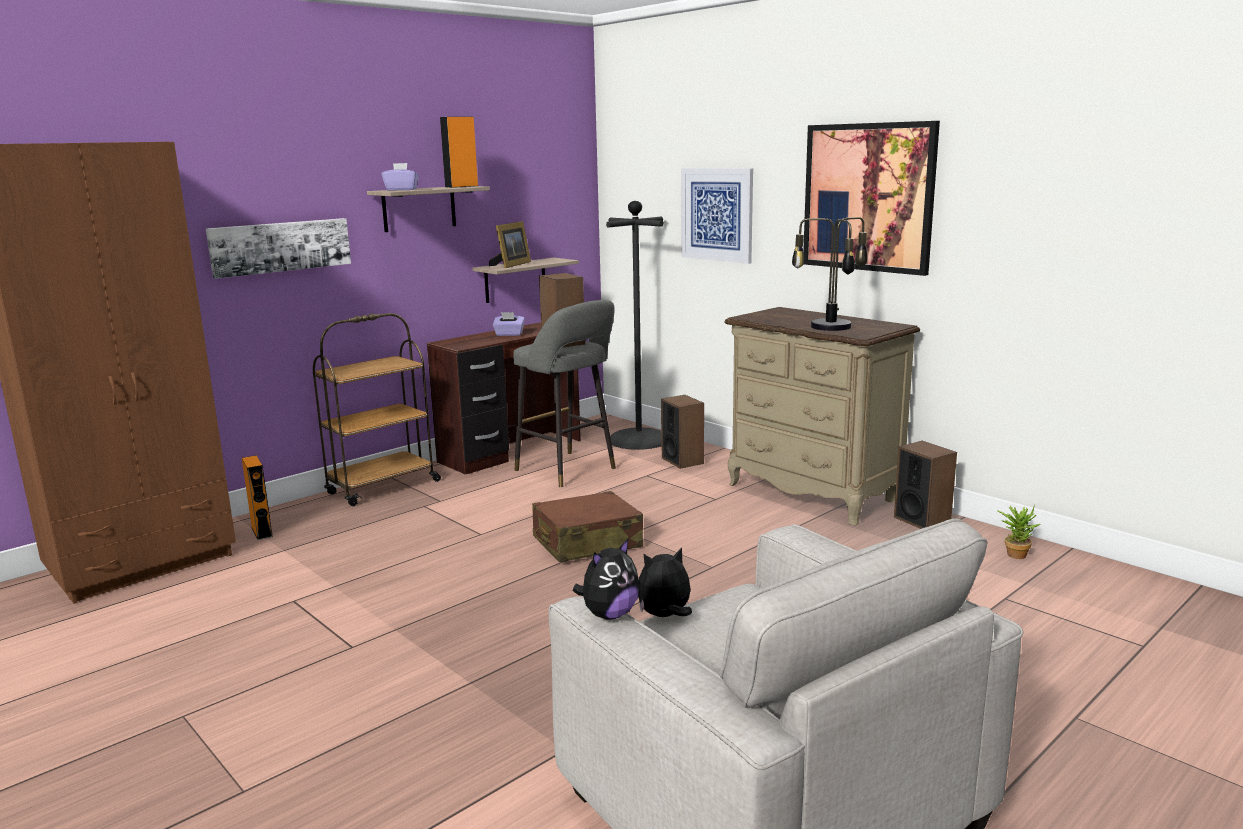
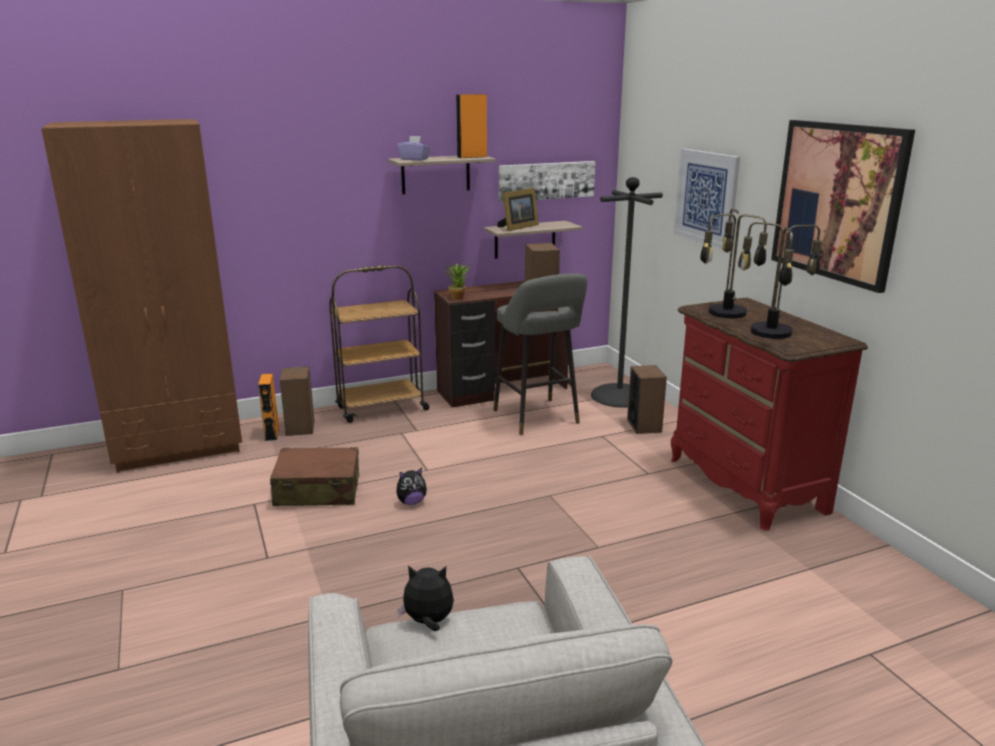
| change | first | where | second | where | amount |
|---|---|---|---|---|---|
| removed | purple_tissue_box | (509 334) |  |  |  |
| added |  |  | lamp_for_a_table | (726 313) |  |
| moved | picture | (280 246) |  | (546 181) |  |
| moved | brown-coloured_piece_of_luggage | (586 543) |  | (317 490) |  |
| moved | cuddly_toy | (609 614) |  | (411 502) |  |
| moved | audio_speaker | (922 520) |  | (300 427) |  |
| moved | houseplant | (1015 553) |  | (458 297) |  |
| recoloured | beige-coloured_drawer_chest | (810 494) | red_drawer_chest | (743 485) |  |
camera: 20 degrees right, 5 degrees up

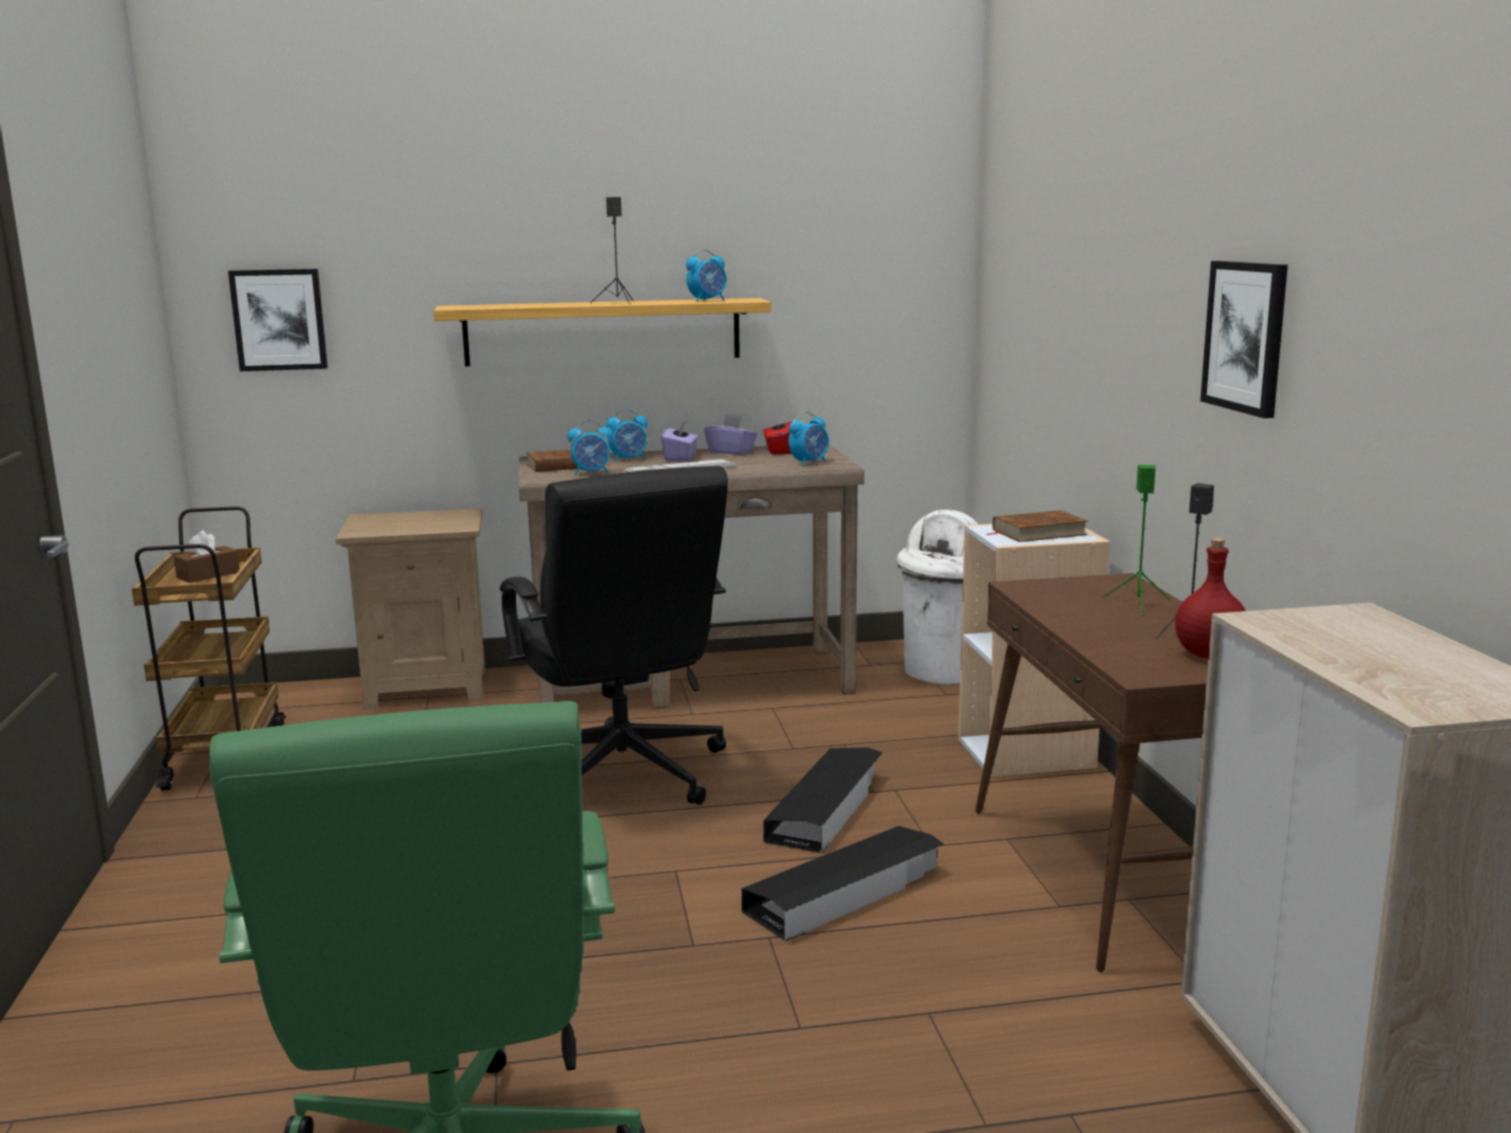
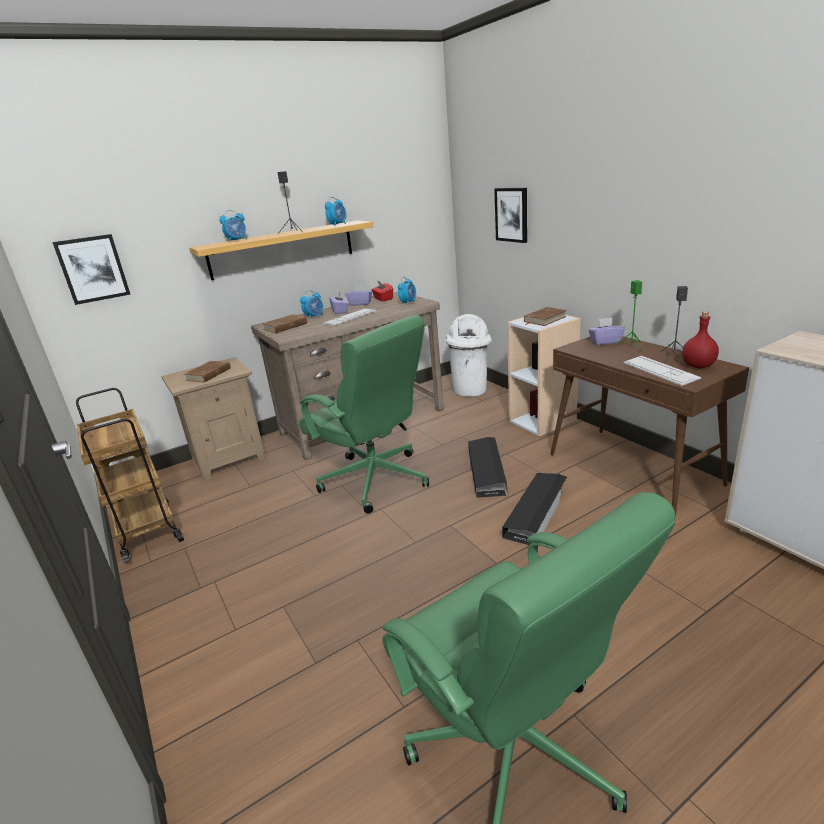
| change | first | where | second | where | amount |
|---|---|---|---|---|---|
| removed | brown-coloured_tissue_box | (208 575) |  |  |  |
| added |  |  | brown-coloured_bound_book | (209 374) |  |
| added |  |  | purple_tissue_box | (605 341) |  |
| added |  |  | PC_keyboard | (660 371) |  |
| moved | alarm_clock | (592 473) |  | (237 240) |  |
| moved | picture | (1246 336) |  | (512 214) |  |
| recoloured | black-coloured_office_chair | (623 772) | green_office_chair | (374 479) |  |
camera: 20 degrees left, 10 degrees up

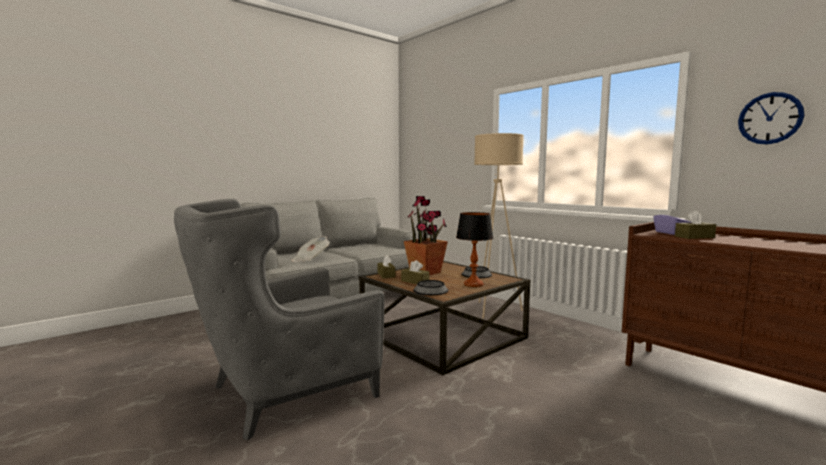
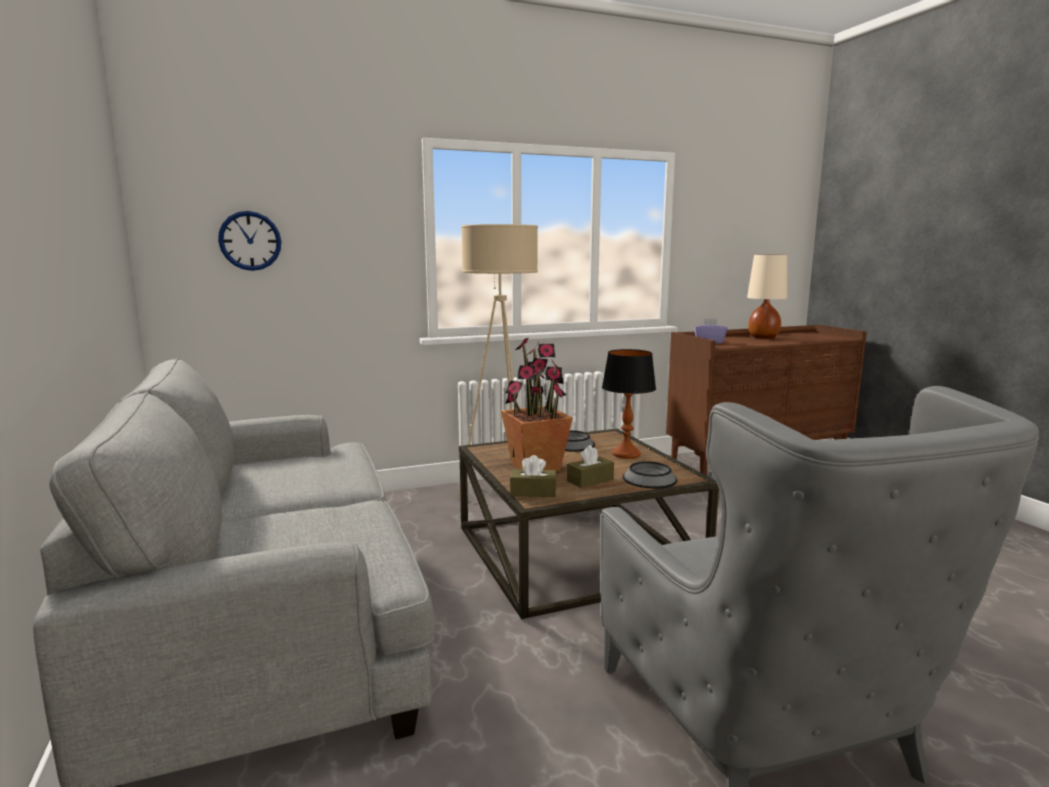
| change | first | where | second | where | amount |
|---|---|---|---|---|---|
| removed | printed_paper | (310 259) |  |  |  |
| removed | brown-coloured_tissue_box | (694 237) |  |  |  |
| added |  |  | beige-coloured_lamp_for_a_table | (763 337) |  |
| moved | wall_clock | (770 118) |  | (250 241) |  |
camera: 70 degrees left, 5 degrees up

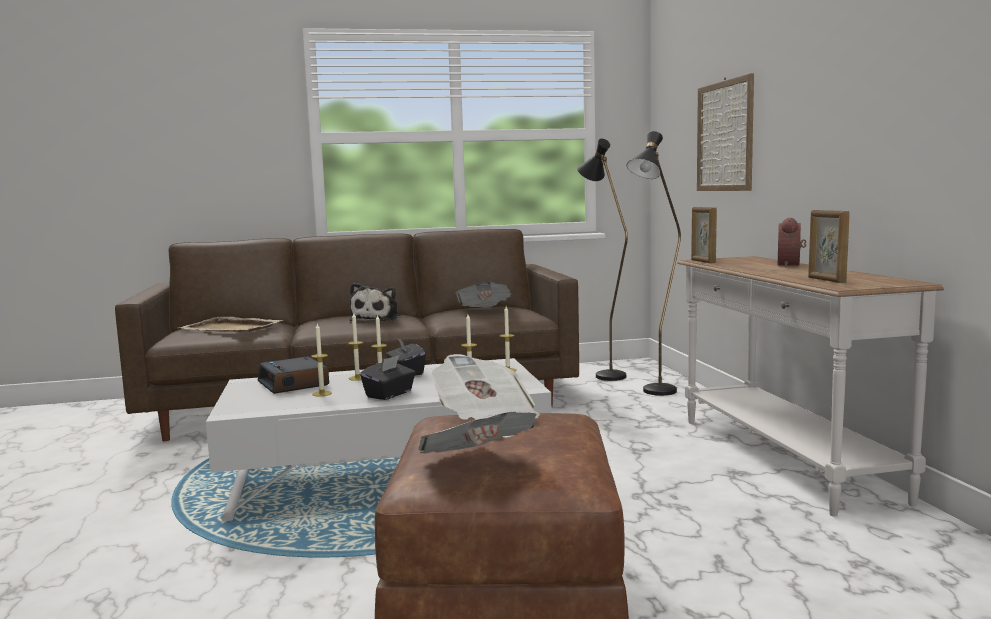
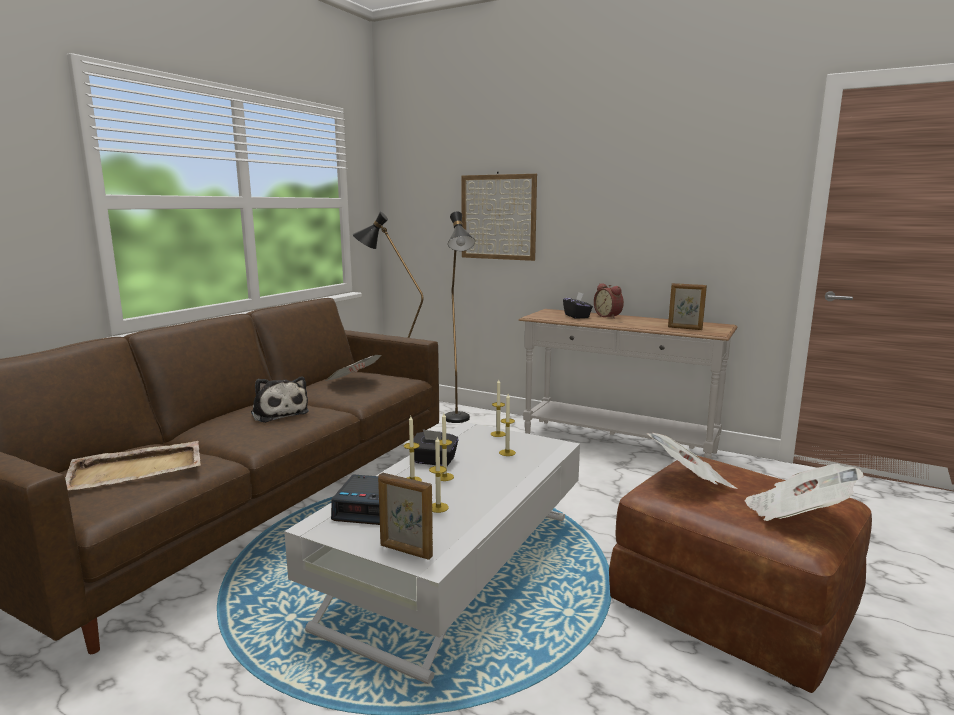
| change | first | where | second | where | amount |
|---|---|---|---|---|---|
| moved | black-coloured_tissue_box | (389 394) |  | (577 316) |  |
| moved | standing_frame | (702 261) |  | (405 551) |  |
camera: 50 degrees left, 5 degrees up

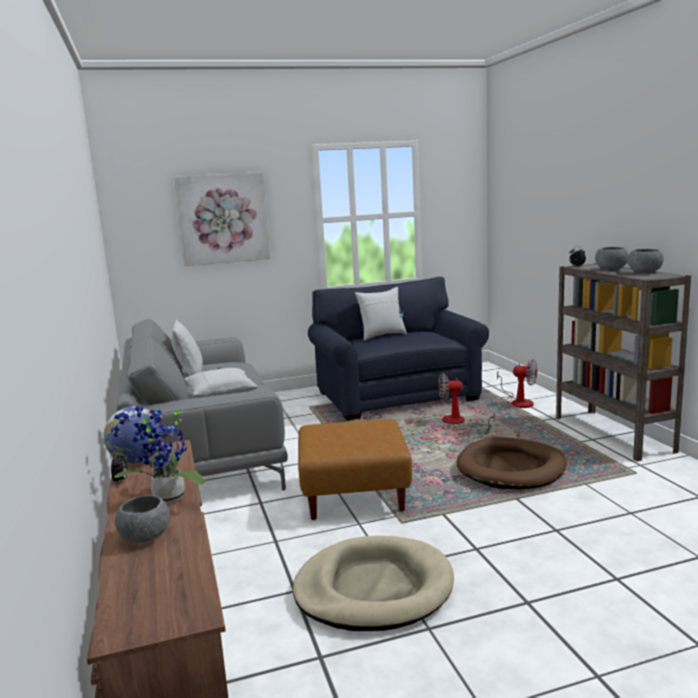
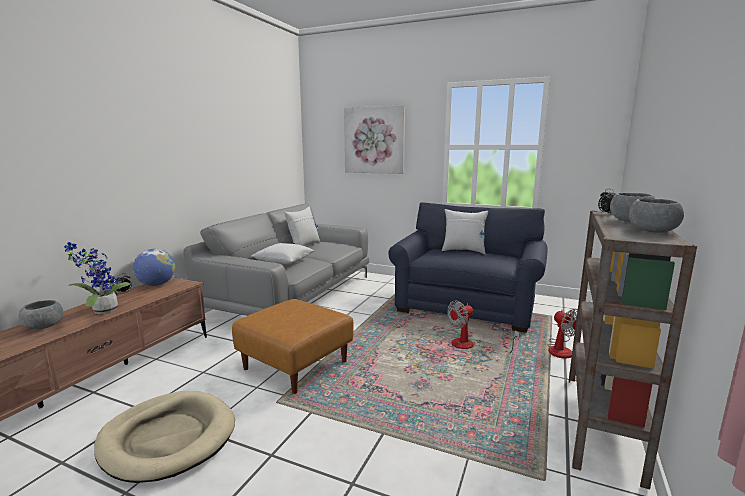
| change | first | where | second | where | amount |
|---|---|---|---|---|---|
| removed | brown-coloured_dog_bed | (511 468) |  |  |  |
| turned | fan | (459 423) |  | (471 346) | 75 degrees counterclockwise |
camera: 40 degrees right, 0 degrees up

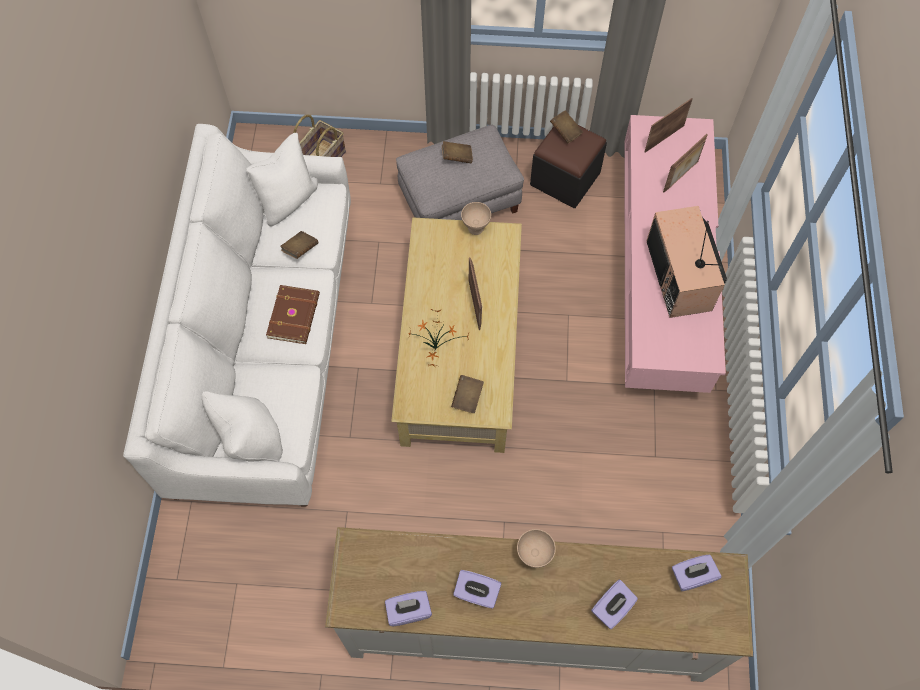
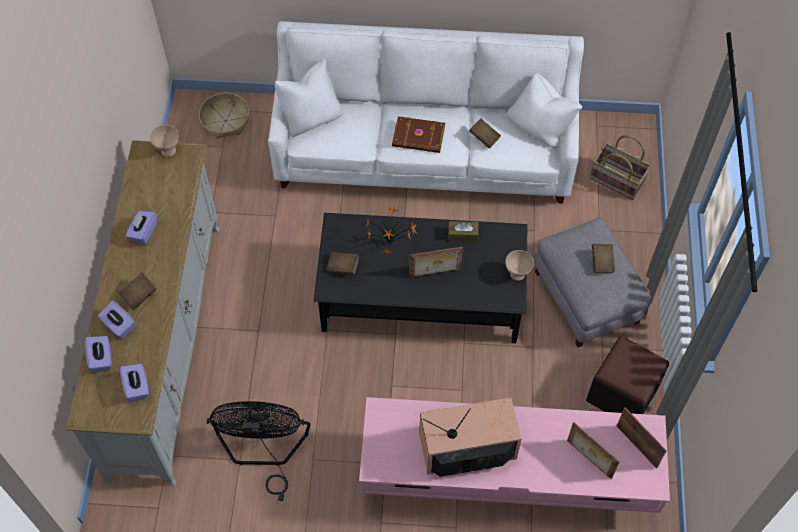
| change | first | where | second | where | amount |
|---|---|---|---|---|---|
| added |  |  | storage_basket | (225 120) |  |
| added |  |  | black-coloured_fan | (264 451) |  |
| added |  |  | brown-coloured_tissue_box | (463 234) |  |
| moved | purple_tissue_box | (408 611) |  | (101 359) |  |
| moved | beige-coloured_serving_bowl | (533 555) |  | (169 150) |  |
| moved | brown-coloured_bound_book | (565 132) |  | (139 295) |  |
| recoloured | beige-coloured_coffee_table | (458 350) | black-coloured_coffee_table | (422 295) |  |
camera: 90 degrees right, 5 degrees down

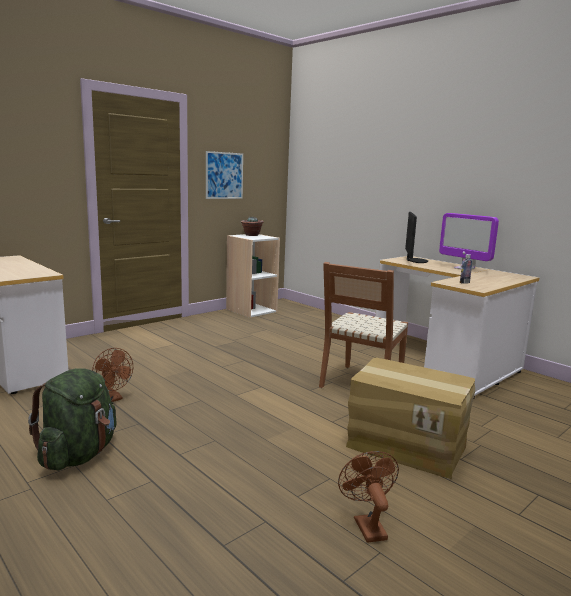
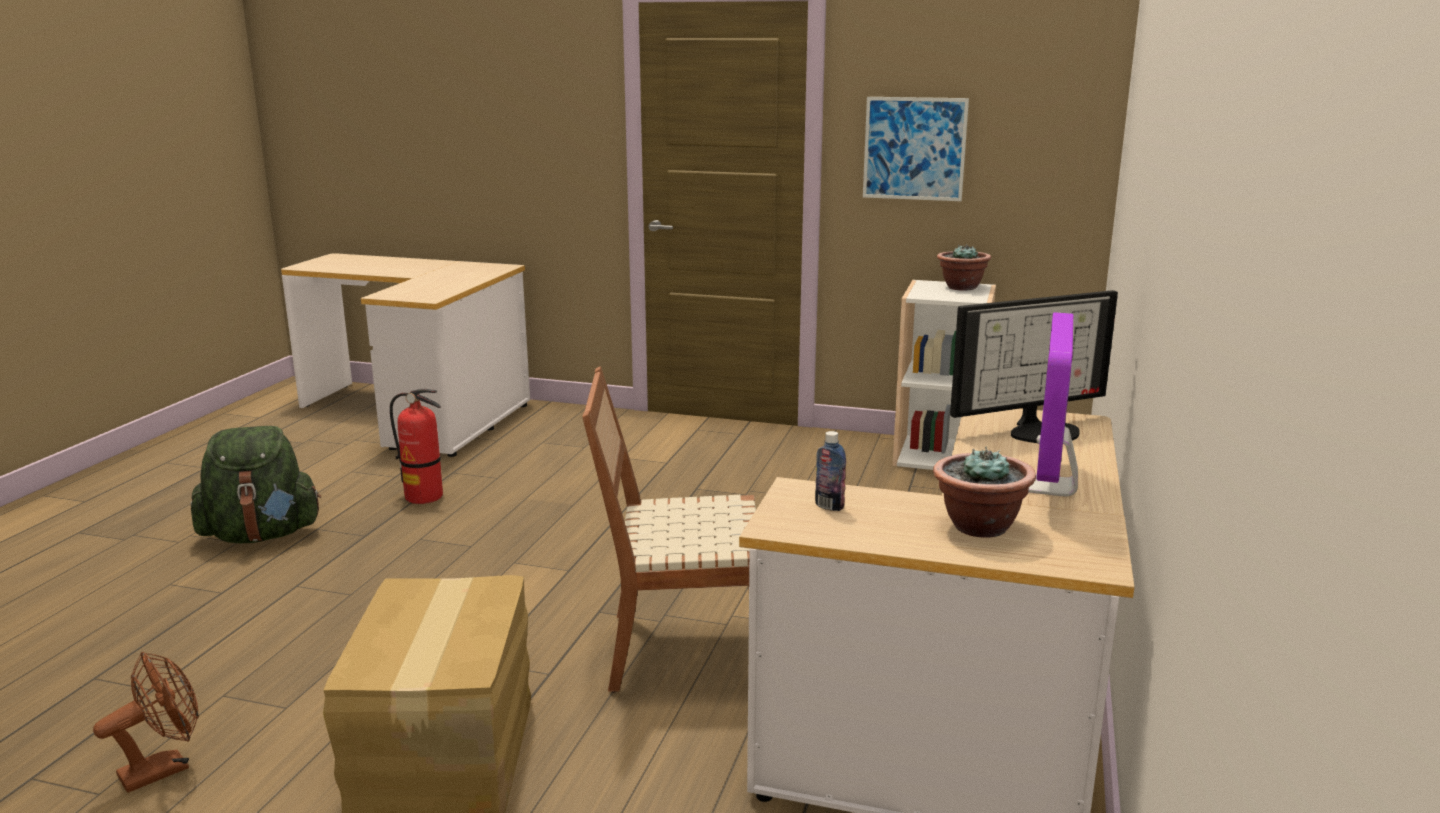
| change | first | where | second | where | amount |
|---|---|---|---|---|---|
| added |  |  | houseplant | (979 526) |  |
| replaced | brown-coloured_fan | (112 398) | fire_extinguisher | (424 497) |  |
camera: 60 degrees right, 5 degrees up

